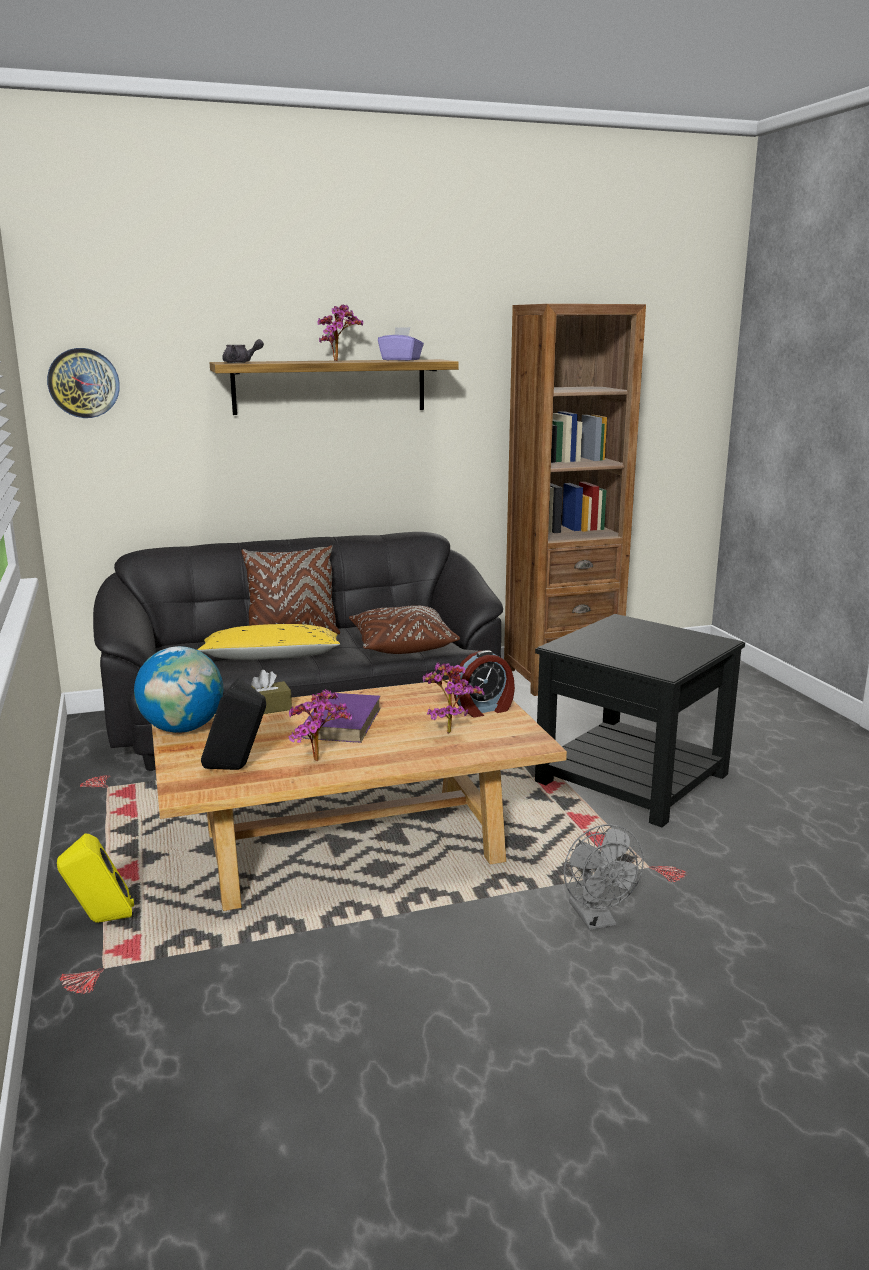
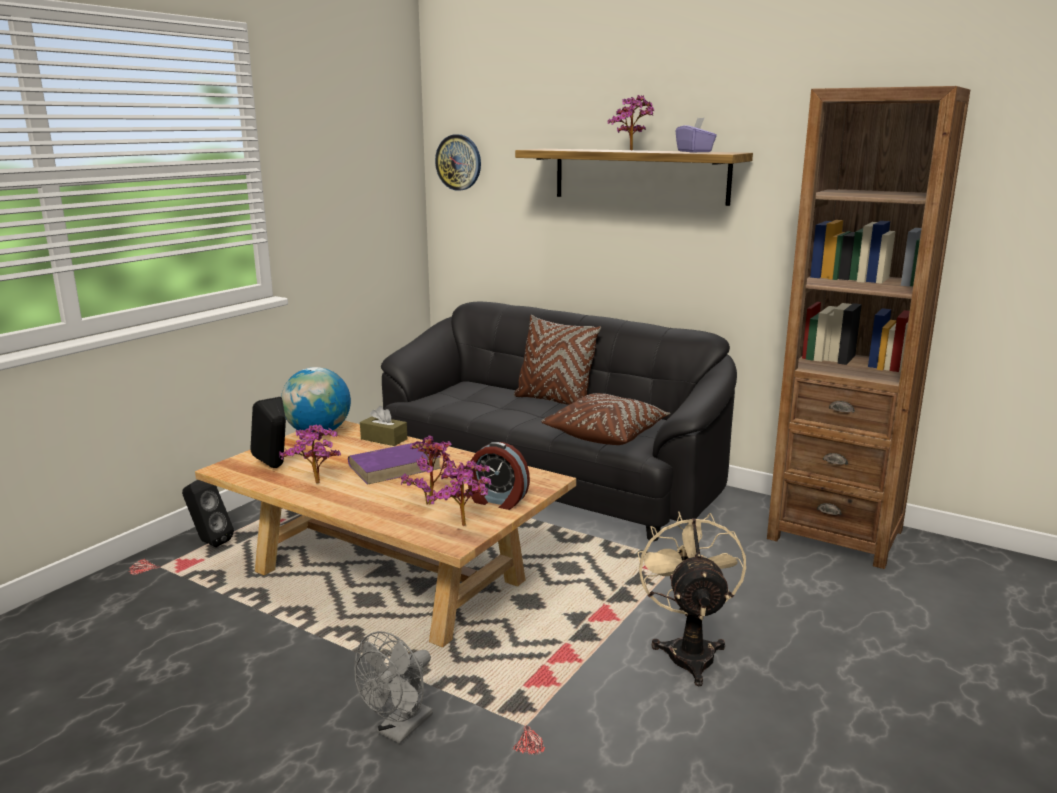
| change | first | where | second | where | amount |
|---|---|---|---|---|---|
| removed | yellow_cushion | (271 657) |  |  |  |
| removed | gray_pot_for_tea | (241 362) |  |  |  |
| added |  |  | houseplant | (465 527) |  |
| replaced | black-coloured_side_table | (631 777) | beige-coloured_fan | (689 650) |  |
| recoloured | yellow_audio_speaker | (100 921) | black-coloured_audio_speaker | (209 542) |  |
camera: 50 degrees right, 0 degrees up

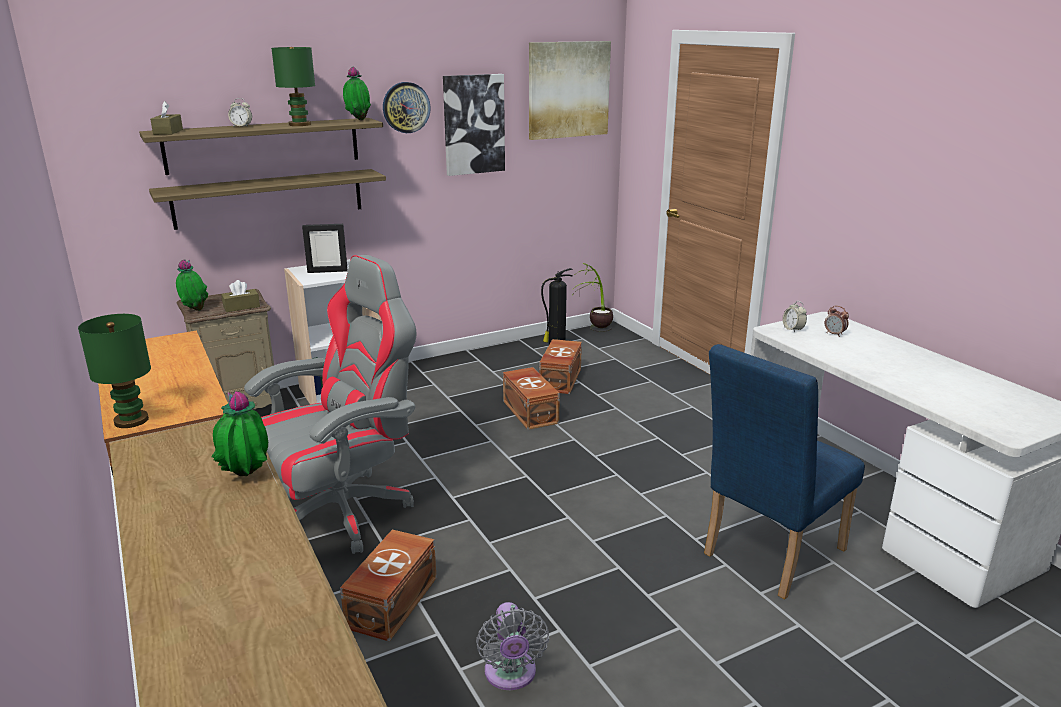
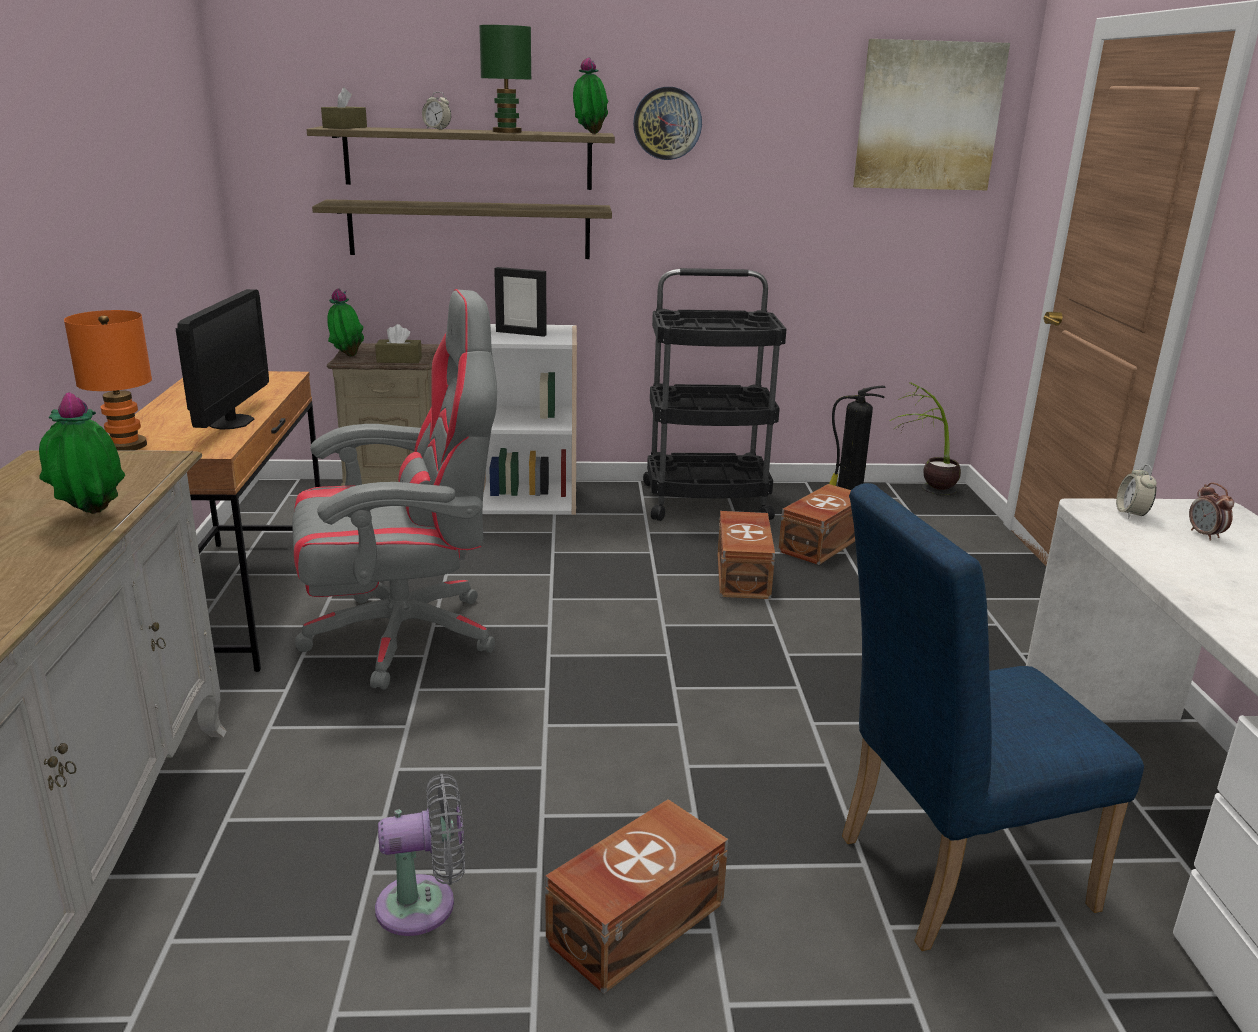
| change | first | where | second | where | amount |
|---|---|---|---|---|---|
| removed | picture | (473 124) |  |  |  |
| added |  |  | monitor | (231 422) |  |
| added |  |  | black-coloured_trolley | (706 502) |  |
| moved | brown-coloured_storage_container | (390 602) |  | (633 922) |  |
| recoloured | green_lamp_for_a_table | (131 421) | orangey_lamp_for_a_table | (125 446) |  |
| turned | gray_fan | (511 675) |  | (424 904) | 120 degrees counterclockwise |
camera: 25 degrees right, 0 degrees up

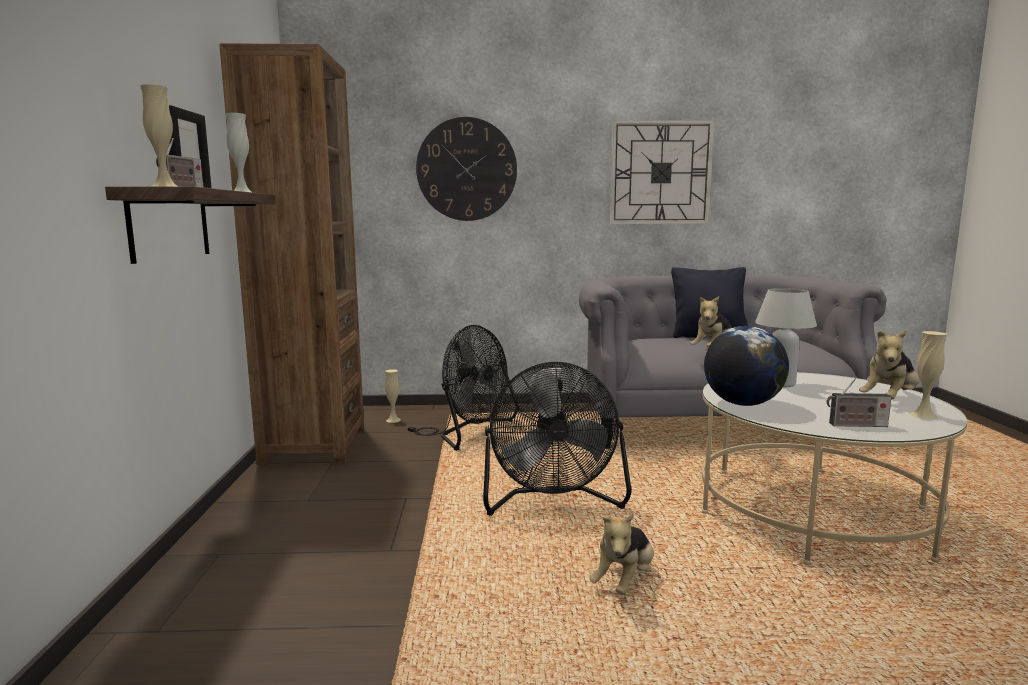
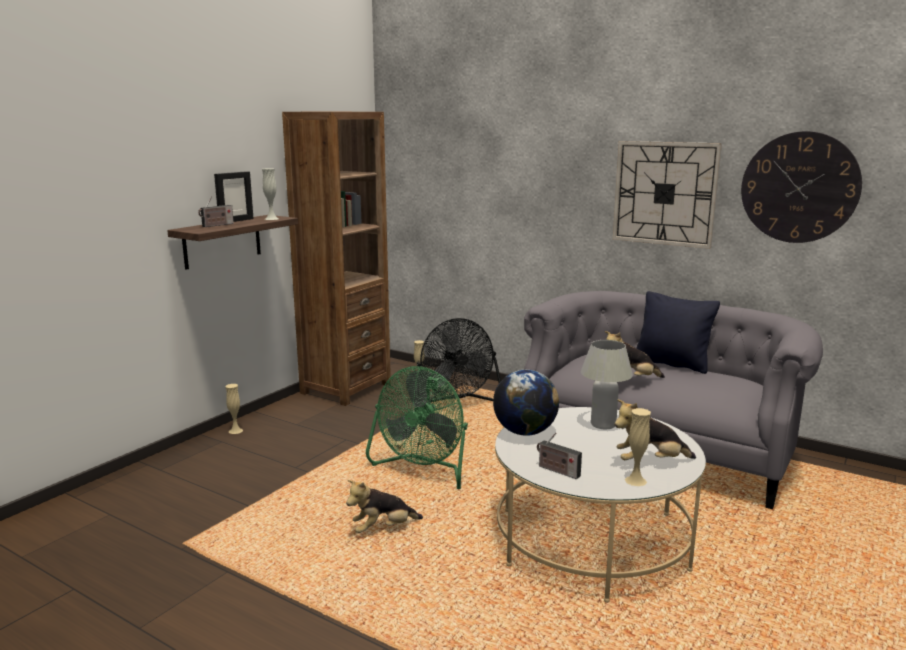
| change | first | where | second | where | amount |
|---|---|---|---|---|---|
| moved | beige-coloured_decorative_vase | (164 187) |  | (235 431) |  |
| moved | wall_clock | (466 169) |  | (799 187) |  |
| recoloured | black-coloured_fan | (547 500) | green_fan | (422 468) |  |
camera: 35 degrees right, 5 degrees up

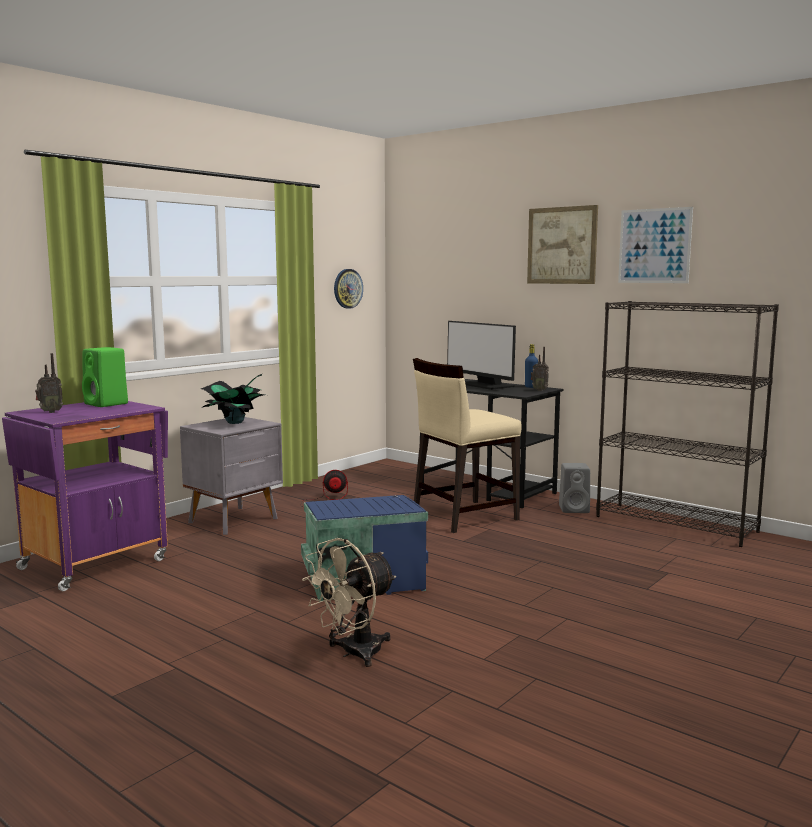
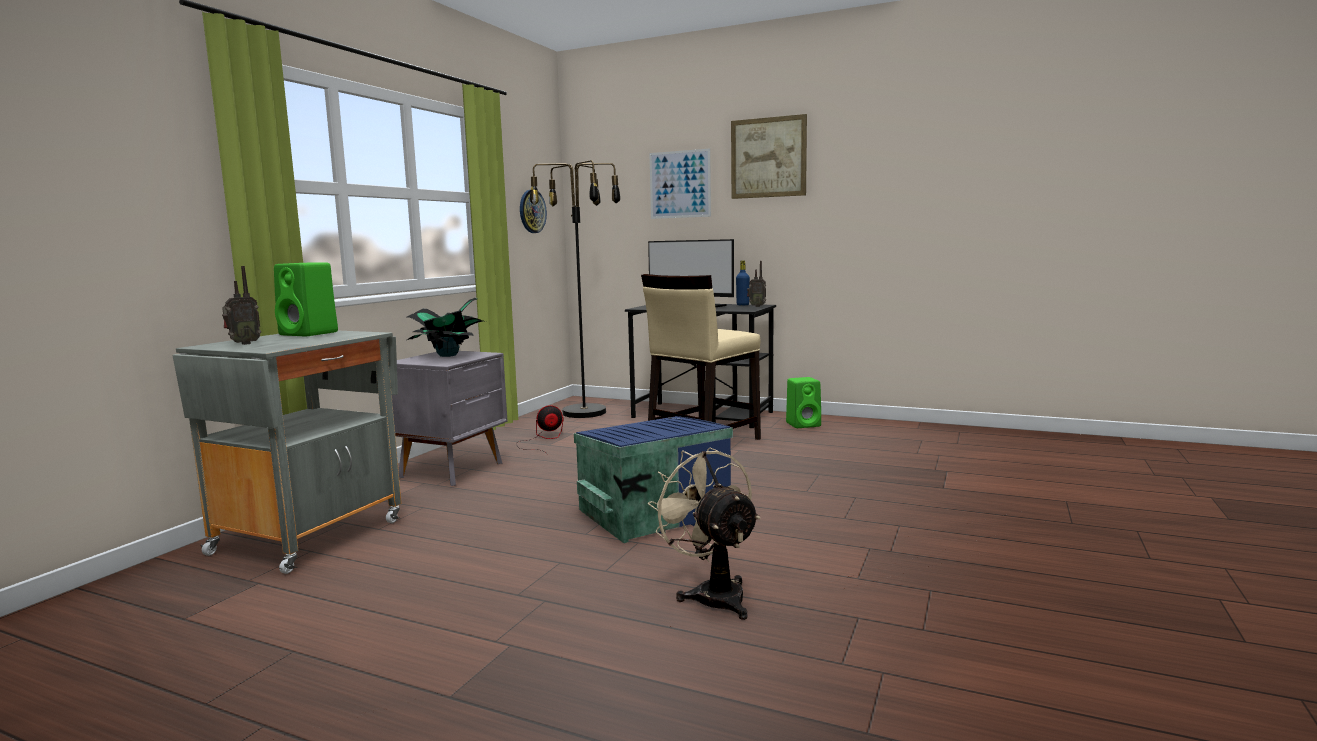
| change | first | where | second | where | amount |
|---|---|---|---|---|---|
| removed | black-coloured_bookcase | (676 524) |  |  |  |
| added |  |  | floor_lamp | (585 412) |  |
| moved | picture | (654 246) |  | (680 184) |  |
| recoloured | purple_trolley | (96 563) | gray_trolley | (311 535) |  |
| recoloured | gray_audio_speaker | (575 509) | green_audio_speaker | (804 424) |  |
| turned | beige-coloured_fan | (353 653) |  | (712 594) | 120 degrees clockwise |
camera: 15 degrees left, 0 degrees up

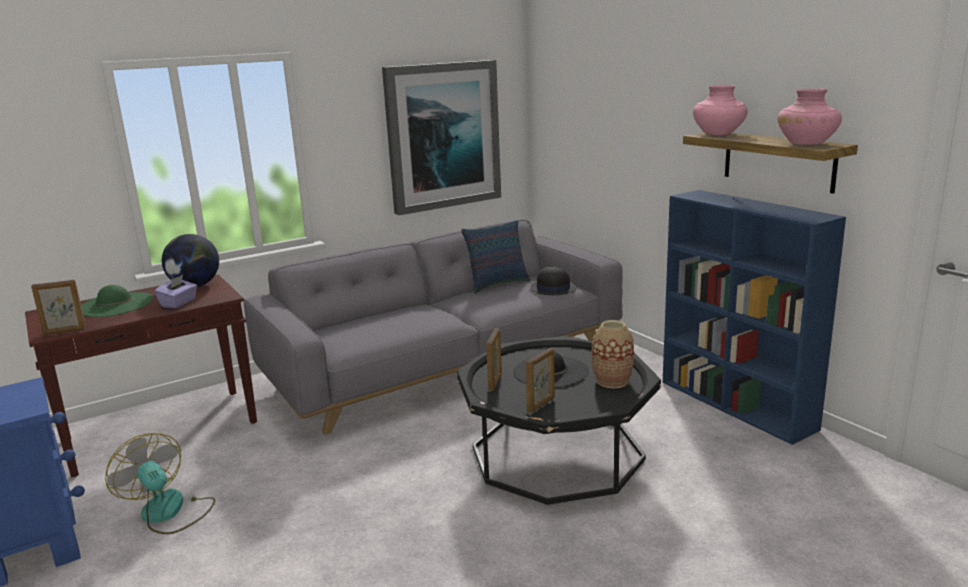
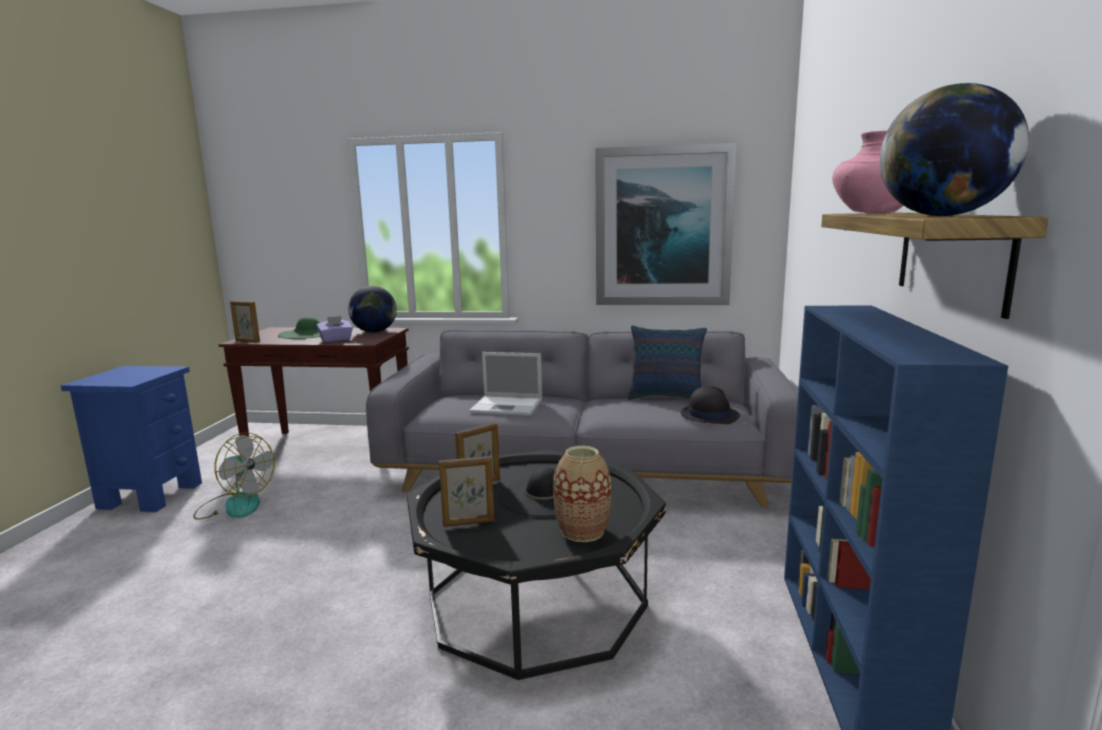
| change | first | where | second | where | amount |
|---|---|---|---|---|---|
| added |  |  | portable_computer | (508 406) |  |
| replaced | pink-coloured_decorative_vase | (806 144) | desk_globe | (942 216) |  |
| turned | fan | (169 513) |  | (235 505) | 120 degrees clockwise |
camera: 40 degrees right, 5 degrees down

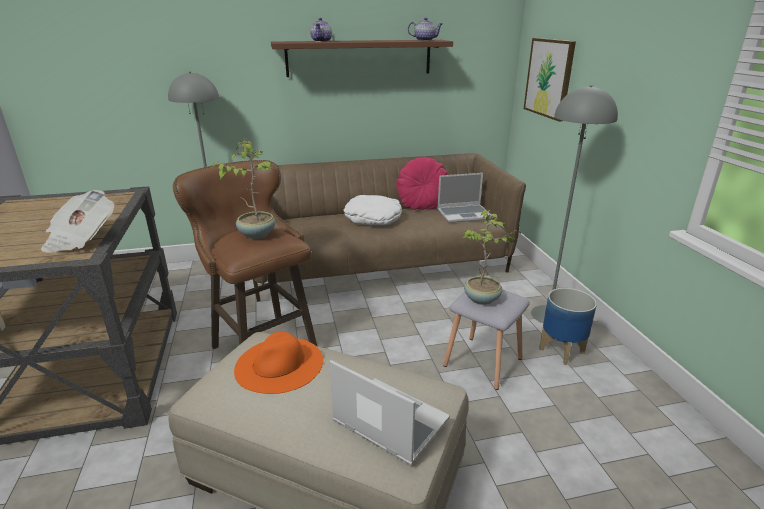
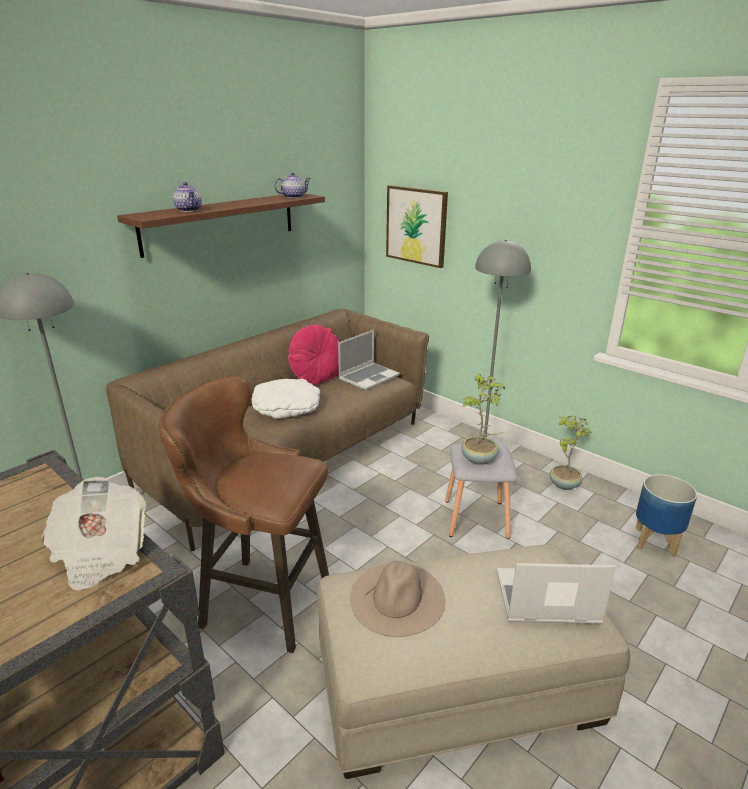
| change | first | where | second | where | amount |
|---|---|---|---|---|---|
| moved | houseplant | (257 234) |  | (563 484) |  |
| moved | plant_pot | (562 350) |  | (654 541) |  |
| recoloured | orangey_wearable_hat | (279 364) | beige-coloured_wearable_hat | (397 598) |  |
camera: 35 degrees left, 0 degrees up

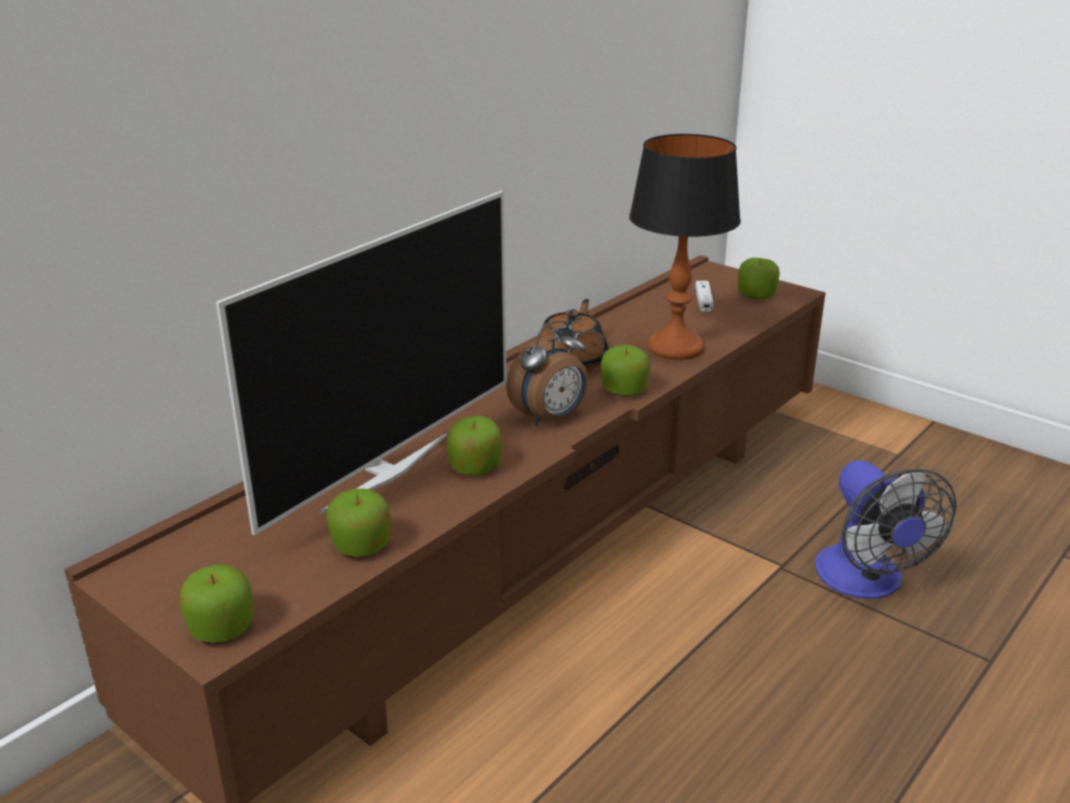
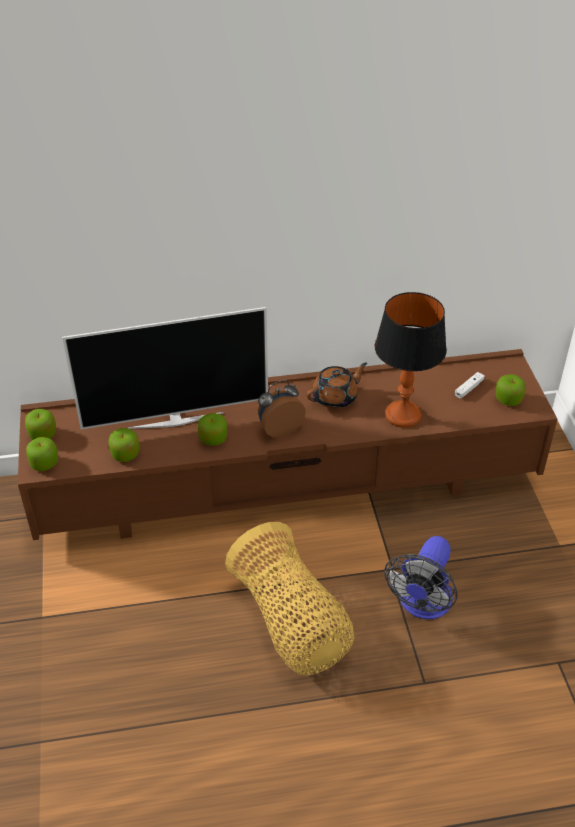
| change | first | where | second | where | amount |
|---|---|---|---|---|---|
| added |  |  | storage_basket | (291 623) |  |
| moved | whole_apple | (624 390) |  | (42 434) |  |
| turned | alarm_clock | (550 418) |  | (279 428) | 150 degrees clockwise |
camera: 40 degrees right, 15 degrees up

